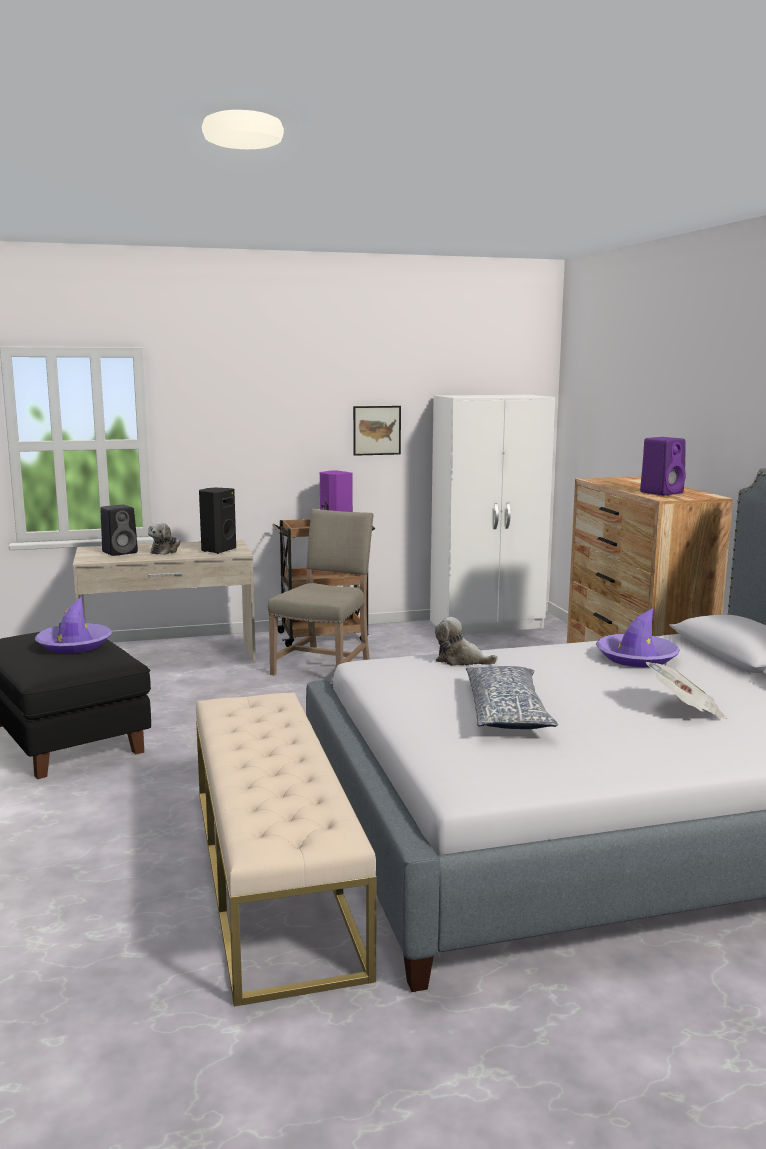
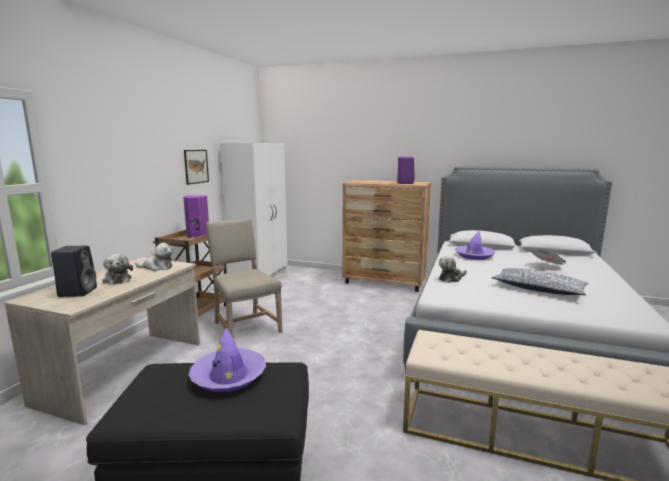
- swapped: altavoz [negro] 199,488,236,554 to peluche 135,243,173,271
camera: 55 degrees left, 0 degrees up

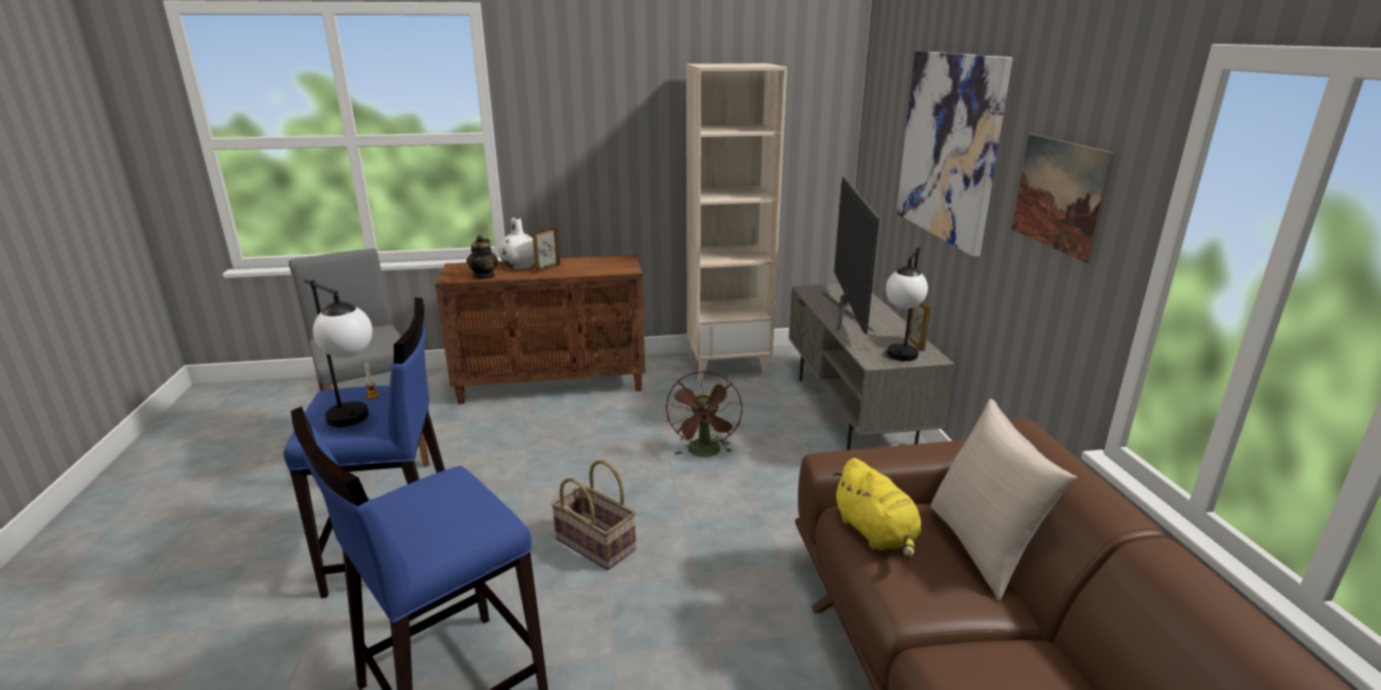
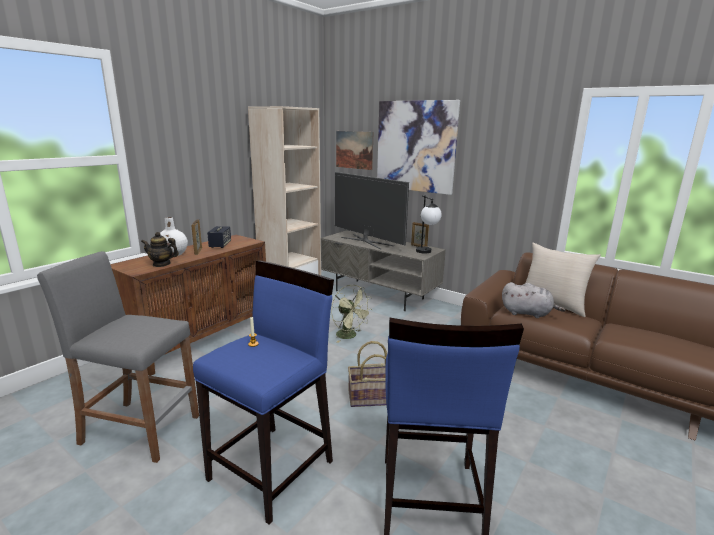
- rotated: tetera 467,235,498,279 = 141,232,179,267 135 degrees clockwise
- new: altavoz 207,226,231,248
- repainted: ventilador [marrón] 666,371,742,457 to ventilador [verde] 331,285,373,343
- shifted: cuadro 1012,134,1115,263 to 336,131,373,170
- repainted: peluche [amarillo] 833,458,921,559 to peluche [gris] 502,282,565,318
- gone: lámpara de mesa 304,279,372,427
camera: 45 degrees left, 5 degrees down

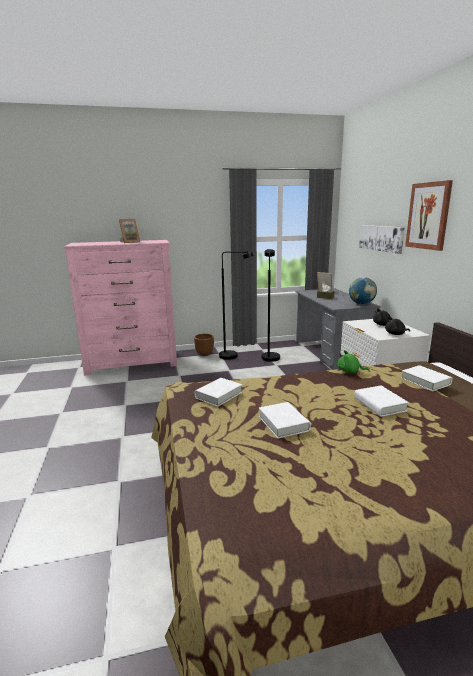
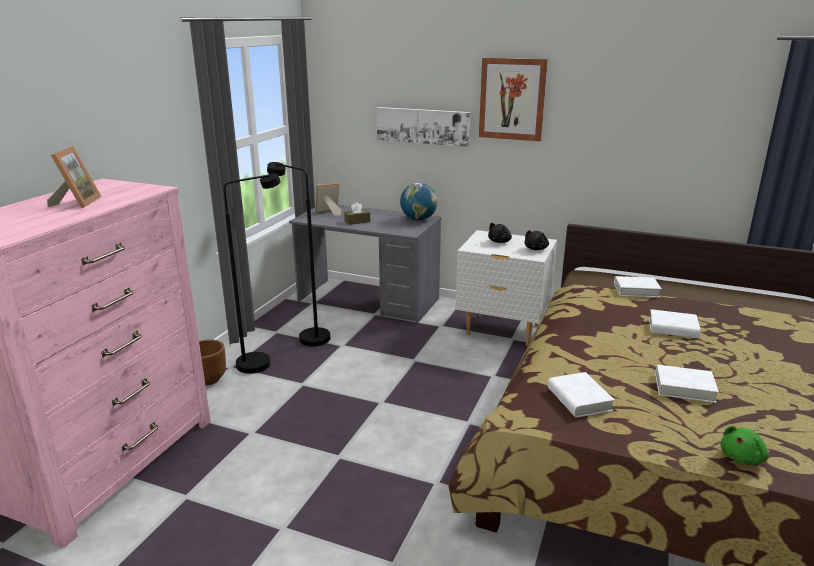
- shifted: peluche [verde] 338,350,370,373 to 720,426,769,465
camera: 55 degrees left, 5 degrees up

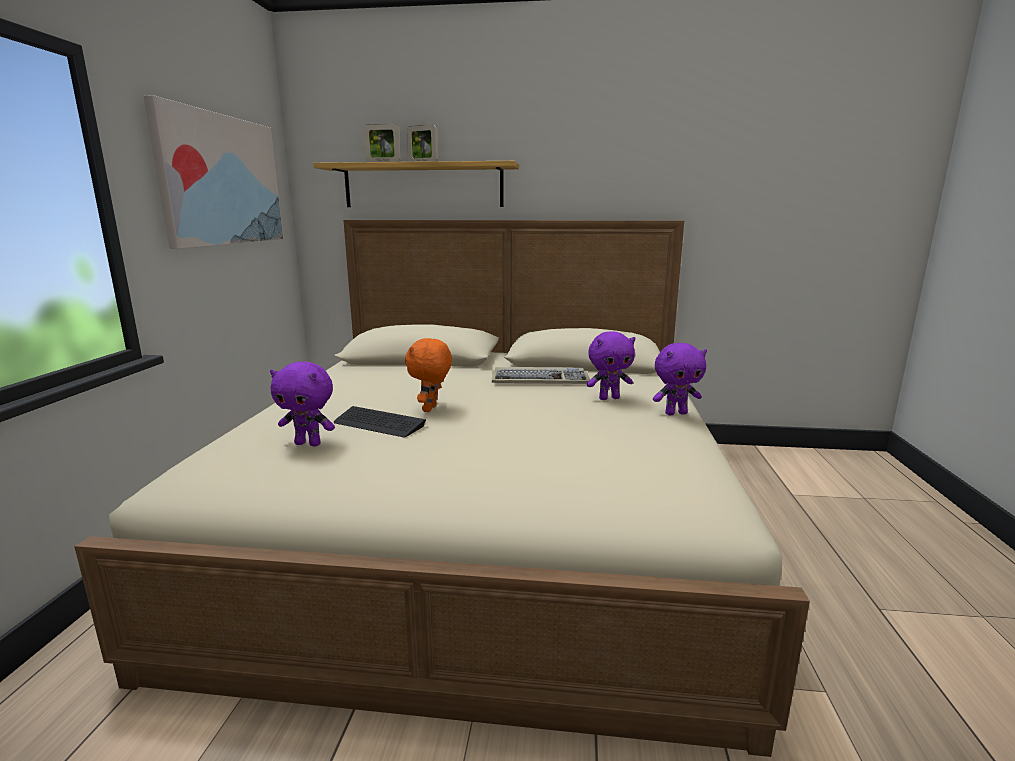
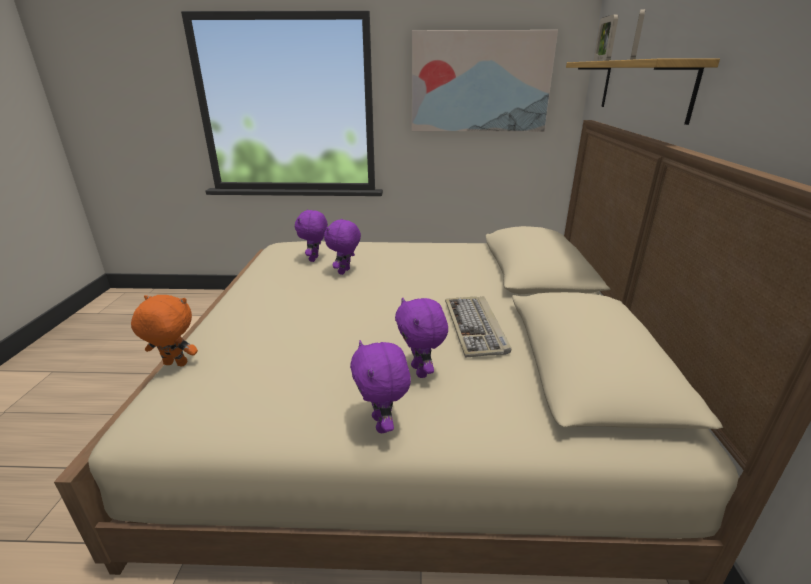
- shifted: peluche [naranja] 405,338,452,412 to 131,295,198,366
- swapped: teclado 334,406,426,437 to peluche [morado] 324,219,361,275
camera: 85 degrees right, 10 degrees up

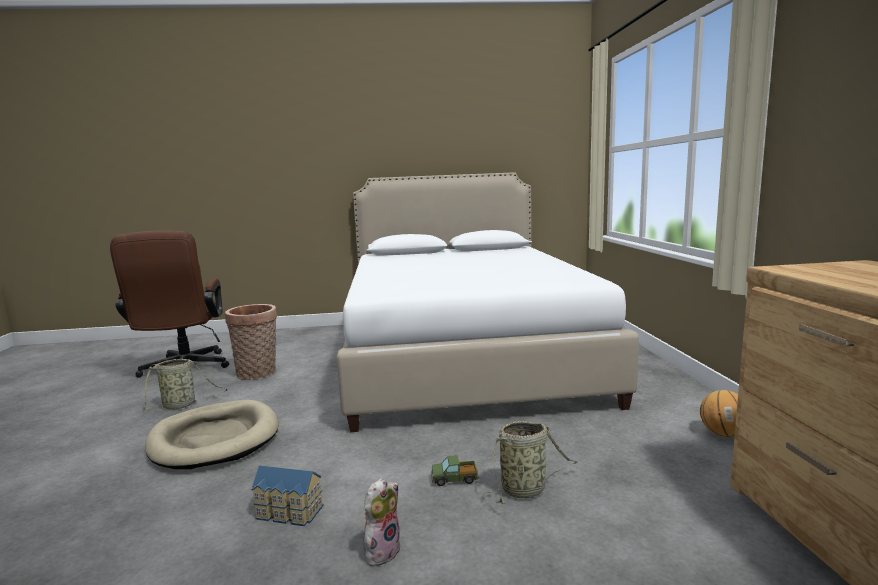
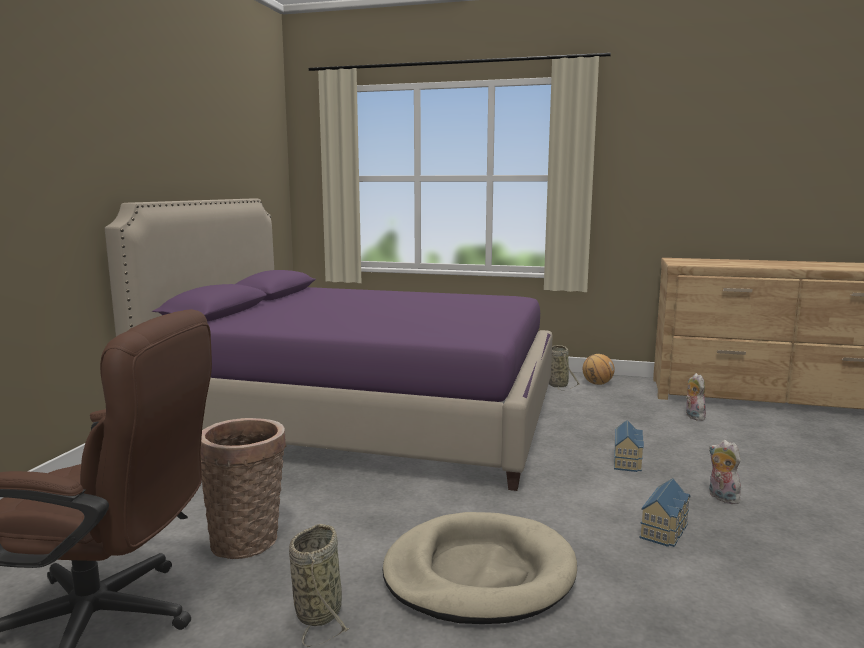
- repainted: cama [blanco] 336,172,639,432 to cama [morado] 105,198,553,491
- shifted: cesta 482,421,579,504 to 549,345,579,391
- swapped: camión de juguete 431,455,479,486 to casita 614,420,644,472
- new: peluche 686,373,706,421
camera: 70 degrees left, 0 degrees up

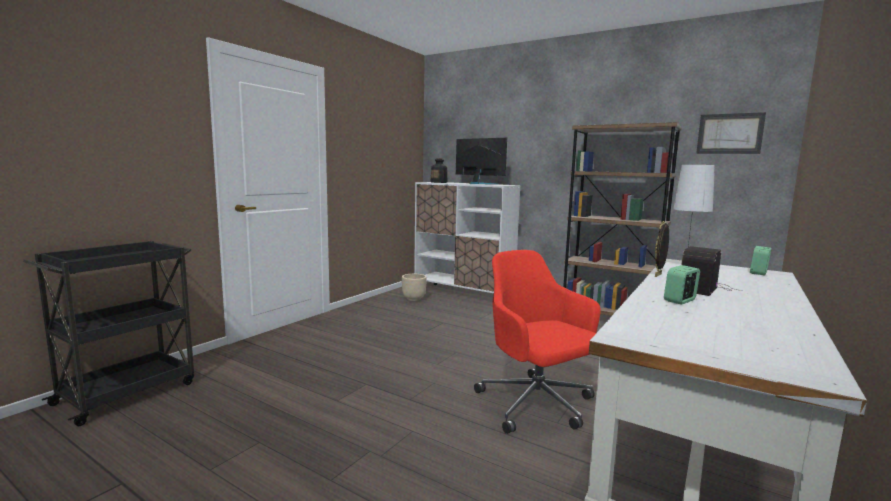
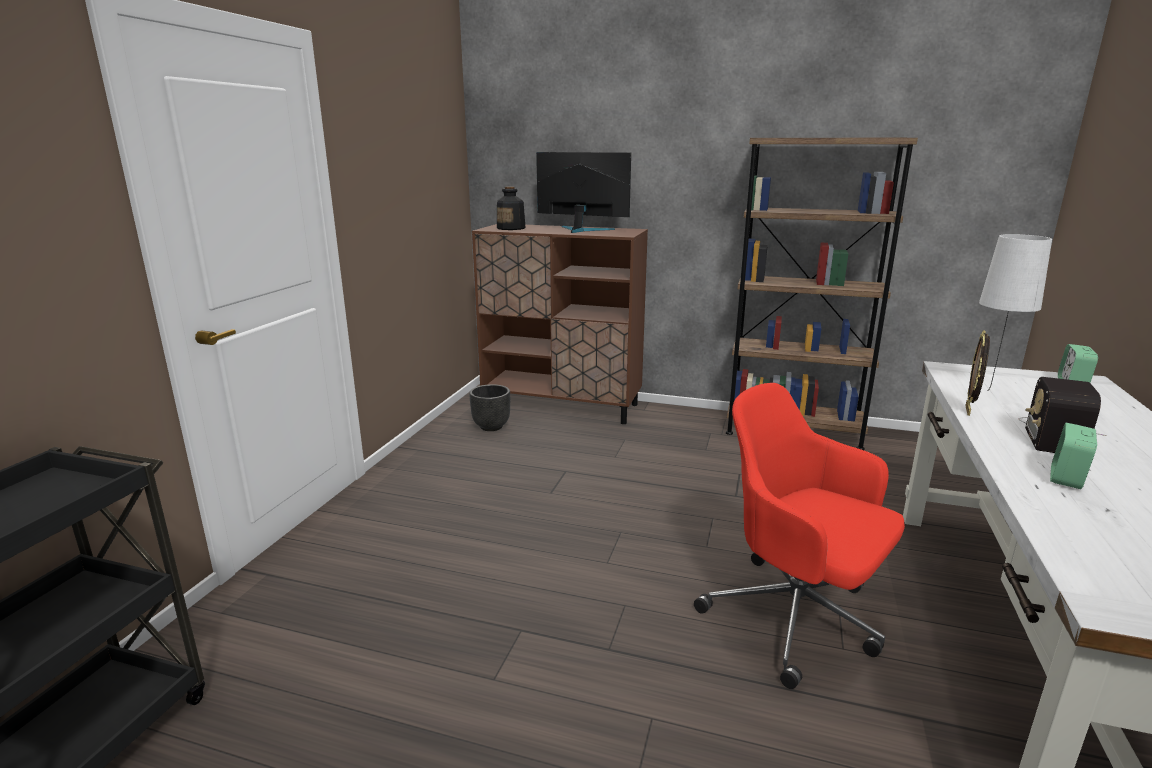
- repainted: maceta [beis] 402,274,427,301 to maceta [negro] 469,384,510,431
- repainted: armario [blanco] 414,182,520,294 to armario [marrón] 472,224,648,424
- gone: cuadro 696,112,766,154
camera: 15 degrees left, 10 degrees up

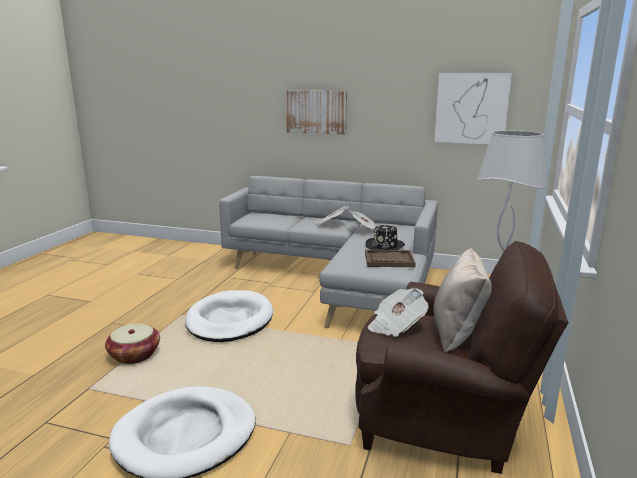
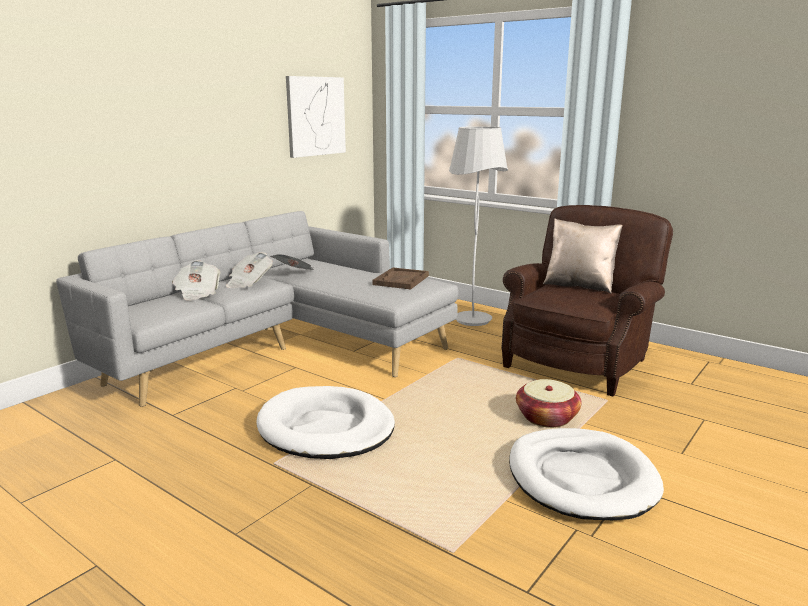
- shifted: periódico 368,288,429,337 to 172,260,221,301
- shifted: cesta 105,324,160,364 to 516,379,582,428
- gone: cuadro 286,90,347,135
- gone: sombrero [negro] 366,224,405,250
camera: 70 degrees left, 0 degrees up

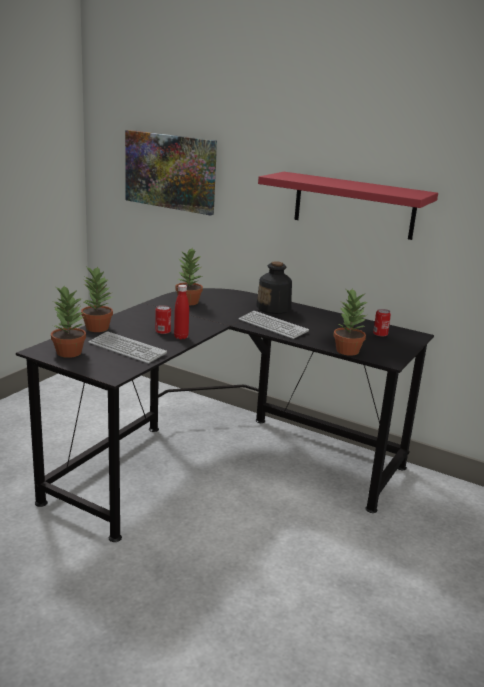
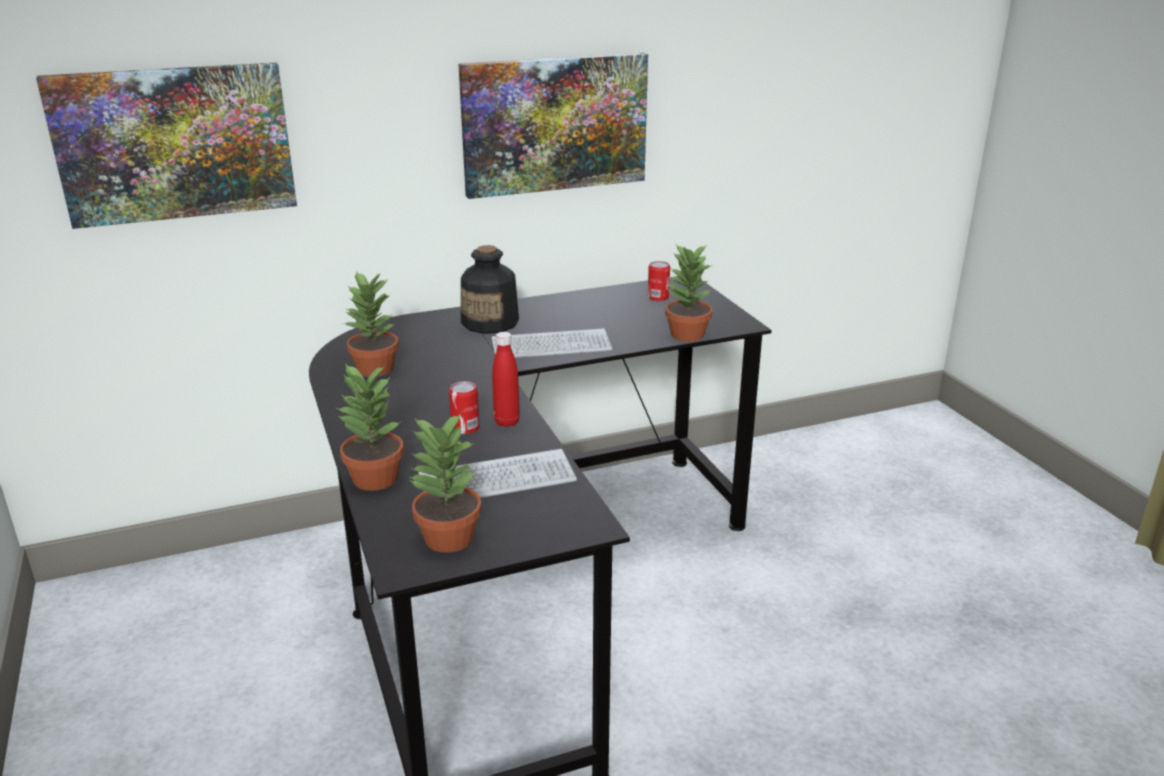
- swapped: estante [rojo] 258,172,438,240 to cuadro 458,53,648,199
camera: 50 degrees left, 5 degrees up

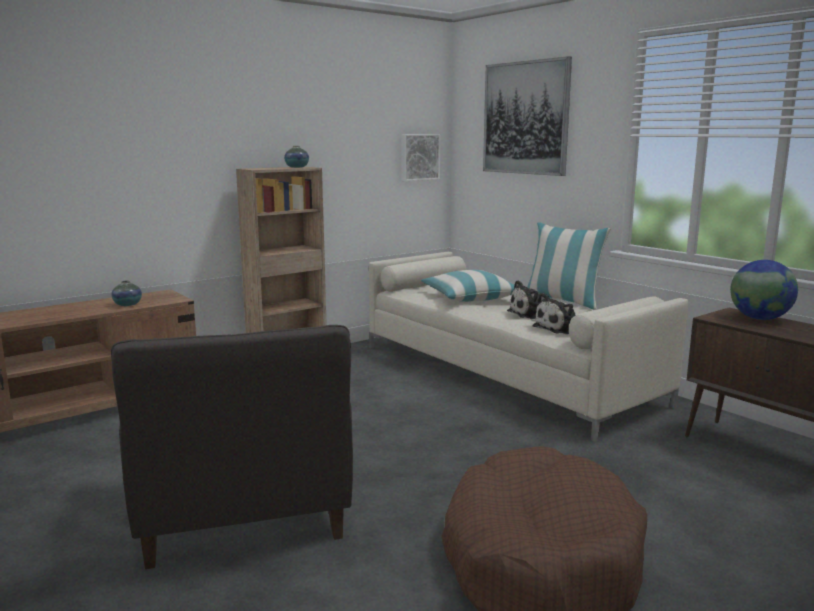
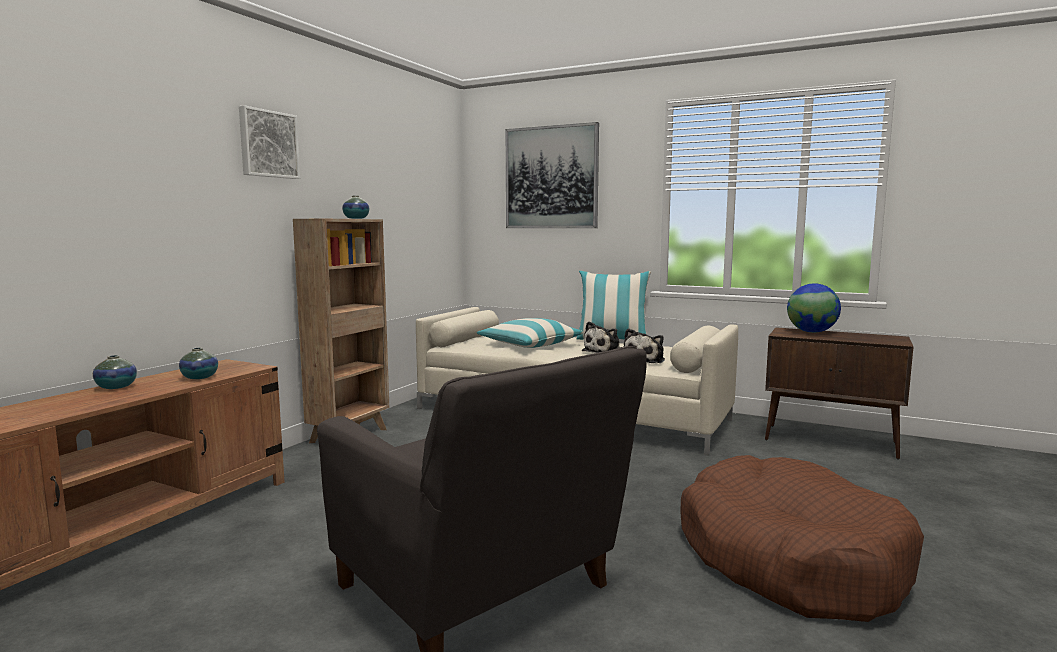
- new: florero 93,355,137,389
- shifted: cuadro 401,134,440,181 to 239,105,300,179
camera: 25 degrees left, 5 degrees down

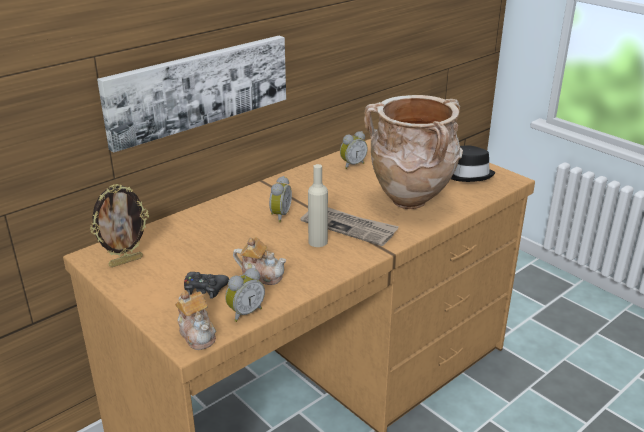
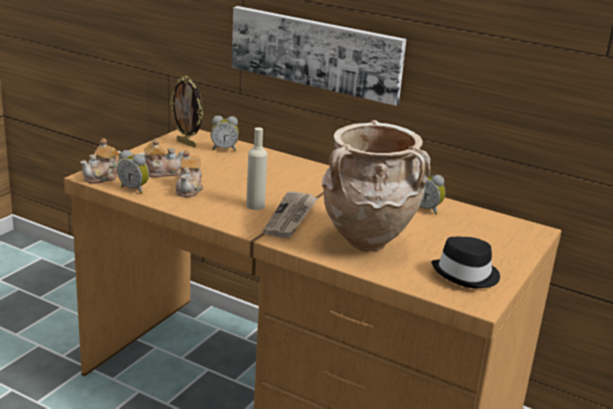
- swapped: mando de consola [negro] 184,272,229,299 to tetera 139,138,184,177
- shifted: despertador 269,176,292,222 to 211,116,239,151
camera: 70 degrees right, 5 degrees down

